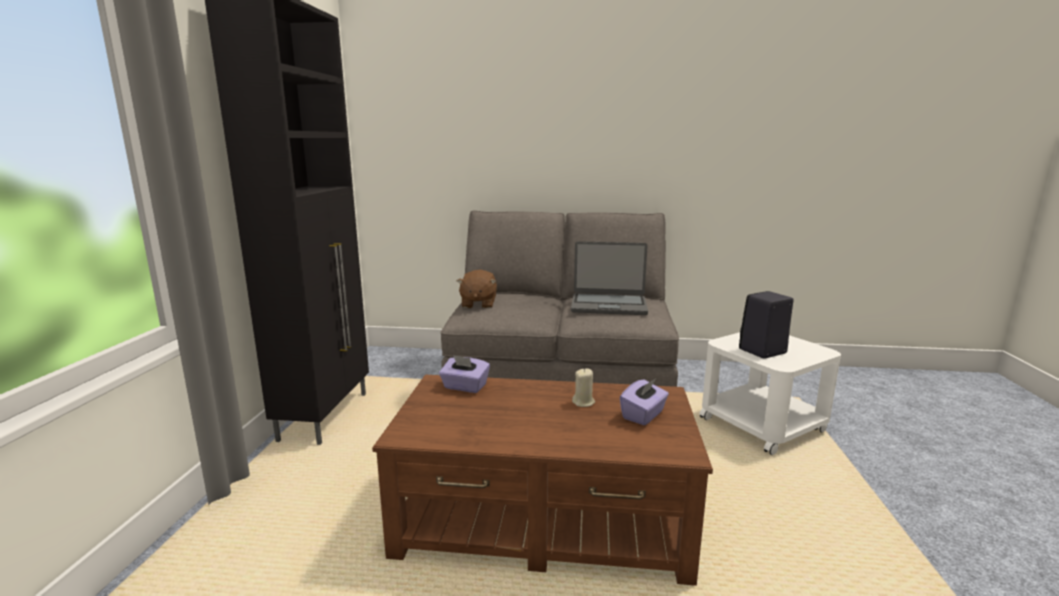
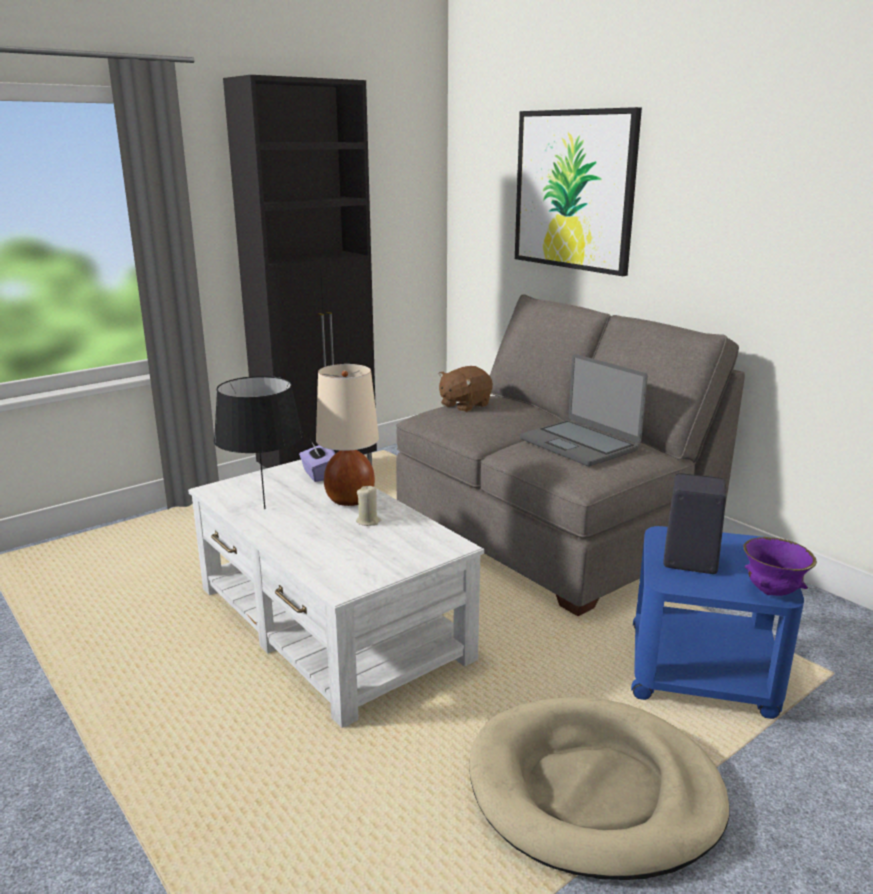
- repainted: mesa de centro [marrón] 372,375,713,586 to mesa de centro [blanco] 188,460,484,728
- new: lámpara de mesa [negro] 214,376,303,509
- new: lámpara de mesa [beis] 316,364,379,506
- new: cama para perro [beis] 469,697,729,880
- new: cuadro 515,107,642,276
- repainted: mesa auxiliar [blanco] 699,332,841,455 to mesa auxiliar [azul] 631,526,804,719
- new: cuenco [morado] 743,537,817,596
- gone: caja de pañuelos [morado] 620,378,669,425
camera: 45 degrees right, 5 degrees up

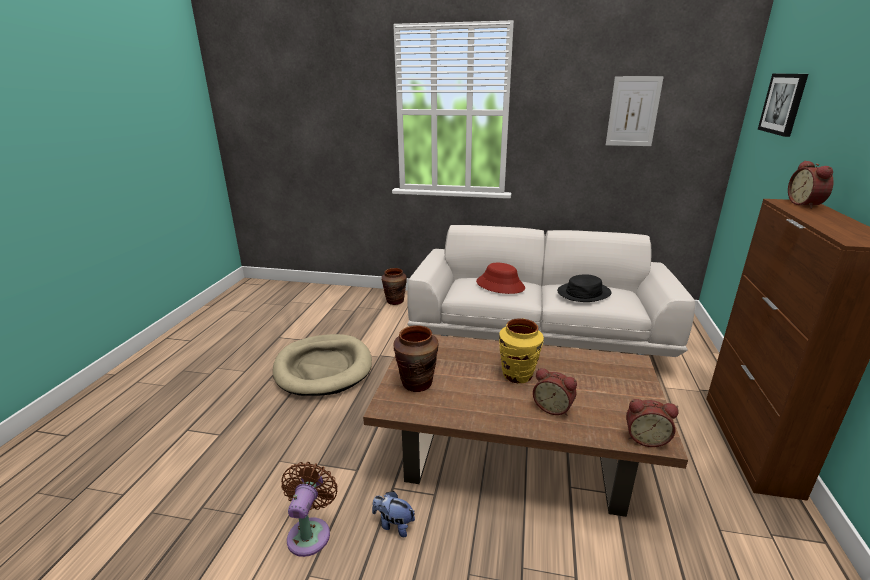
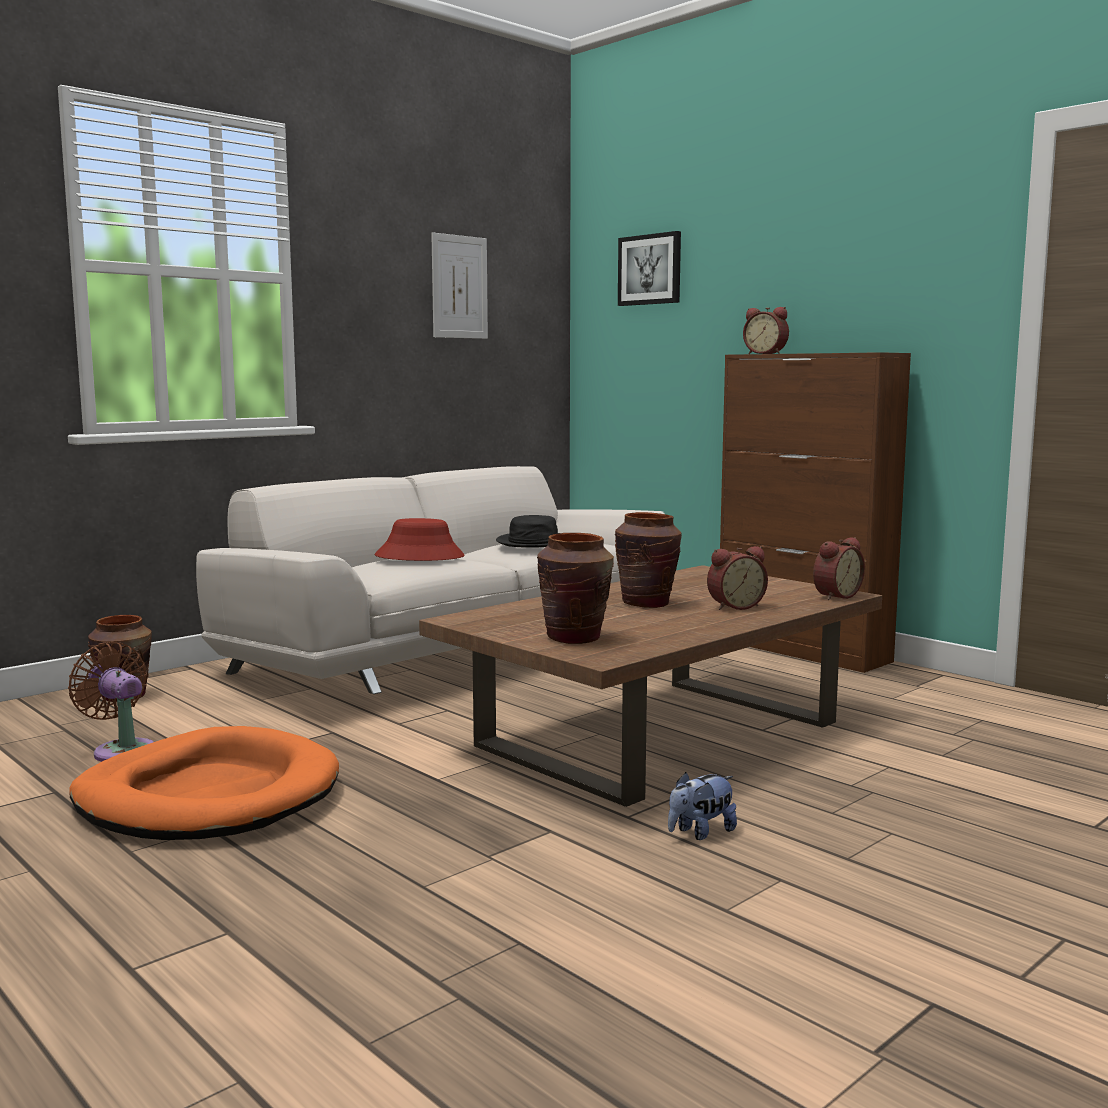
- shifted: ventilador [marrón] 281,462,337,557 to 68,642,154,762
- repainted: cama para perro [beis] 273,334,372,396 to cama para perro [naranja] 69,726,339,840
- repainted: florero [amarillo] 499,318,544,384 to florero [marrón] 615,512,682,608
camera: 55 degrees left, 15 degrees down

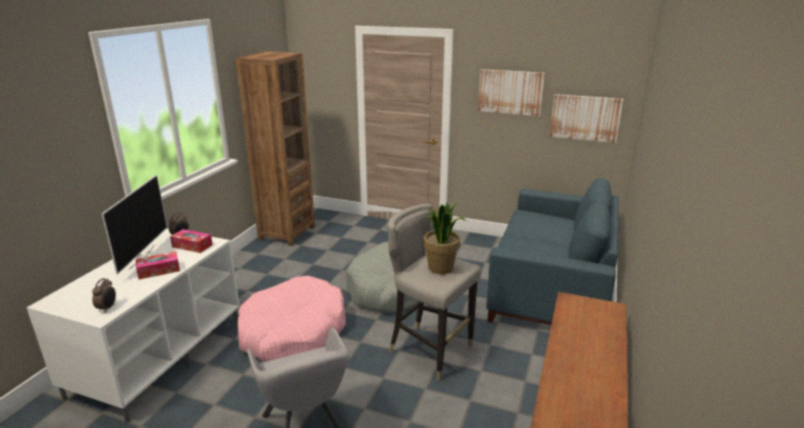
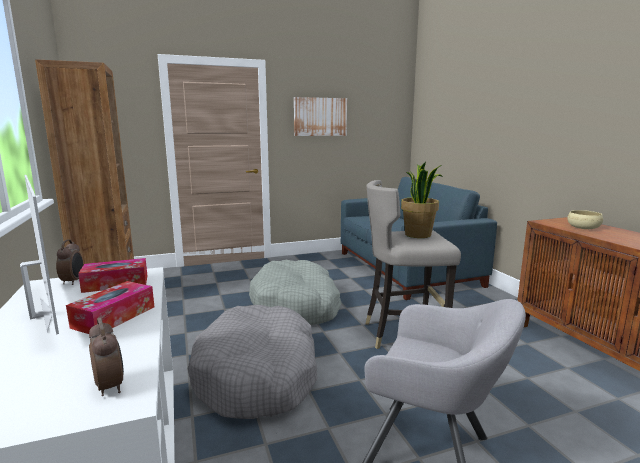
- repainted: cama para perro [rosa] 238,276,345,362 to cama para perro [gris] 188,305,317,419
- new: cuenco [beis] 567,210,603,229
- gone: cuadro 549,94,623,143
camera: 40 degrees left, 10 degrees down

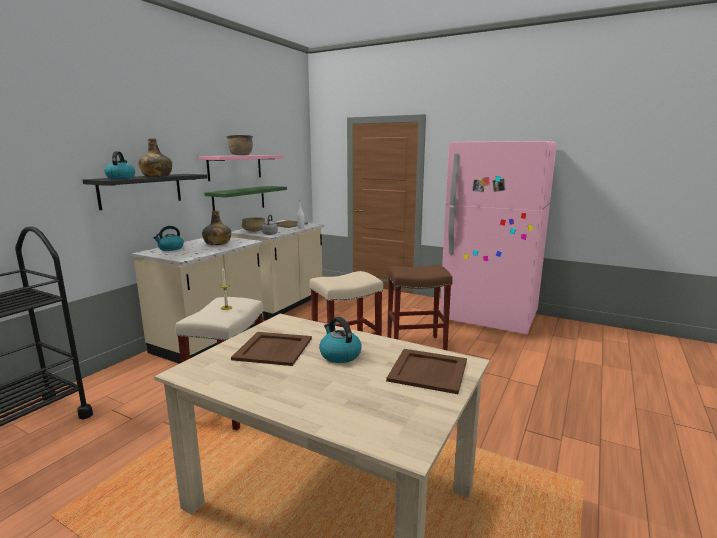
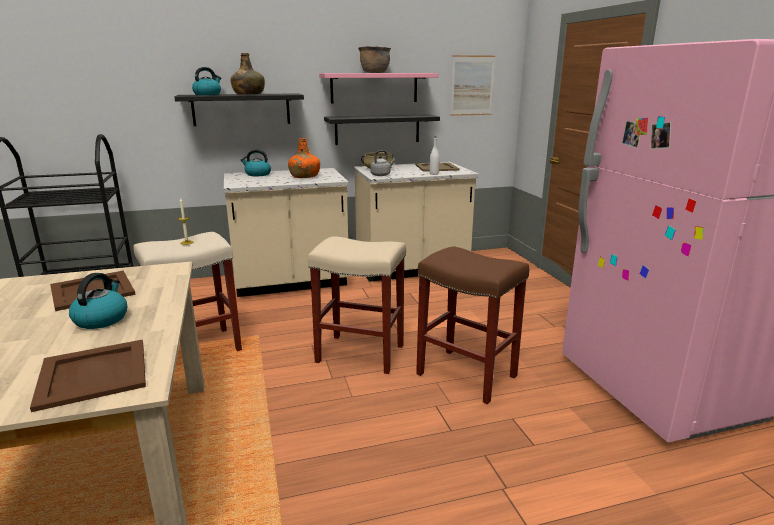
- repainted: botella [verde] 202,211,231,245 to botella [naranja] 288,138,320,178
- repainted: estante [verde] 204,186,287,211 to estante [negro] 324,114,440,145
- new: cuadro 450,55,495,116
camera: 45 degrees right, 5 degrees up

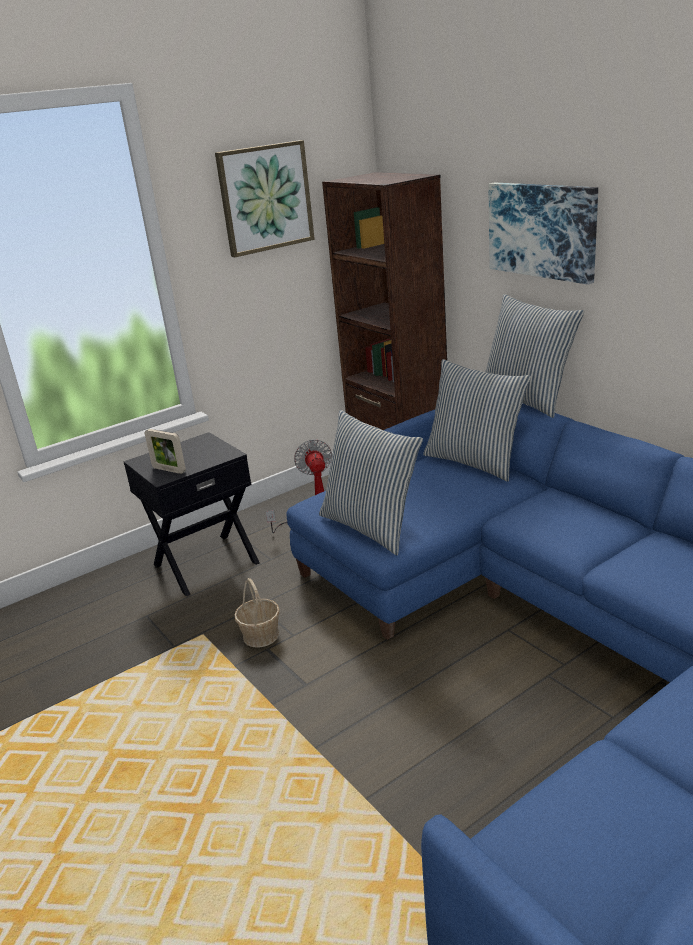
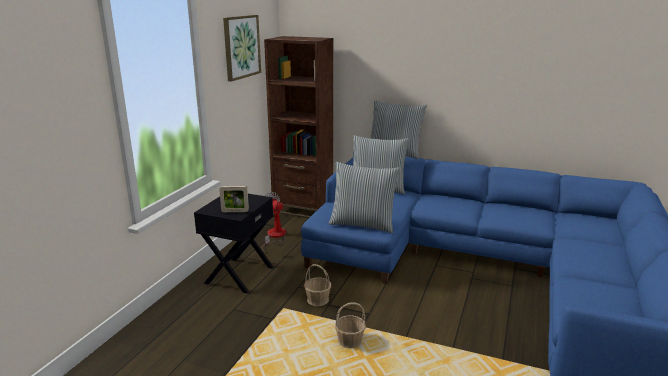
- new: cesta 335,303,366,348
- gone: cuadro 488,183,598,285
camera: 35 degrees left, 5 degrees down

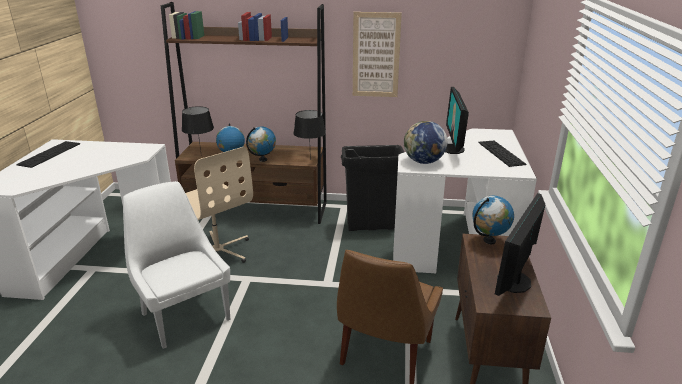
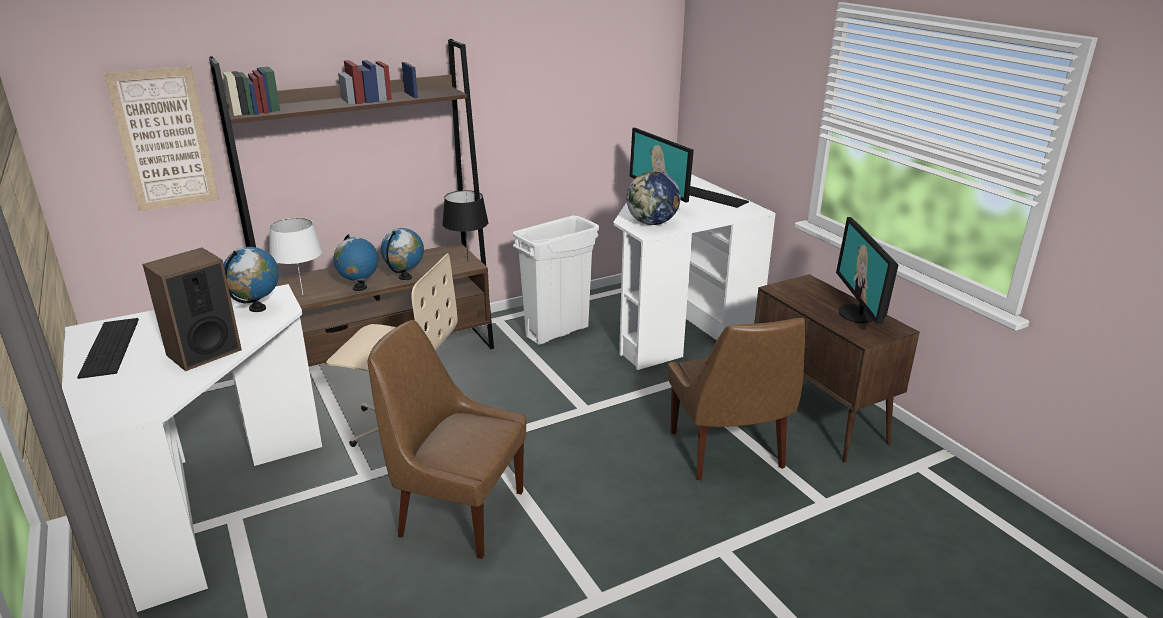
- shifted: cuadro 353,12,402,97 to 104,66,219,211
- new: altavoz 142,248,242,371
- shifted: globo terráqueo 472,196,514,244 to 223,247,279,312
- repainted: lámpara de mesa [negro] 182,106,214,151 to lámpara de mesa [blanco] 269,218,322,294
- repainted: silla [blanco] 123,181,230,349 to silla [marrón] 368,320,526,559
- repainted: papelera [negro] 341,145,404,231 to papelera [blanco] 513,215,599,345
camera: 35 degrees left, 0 degrees up

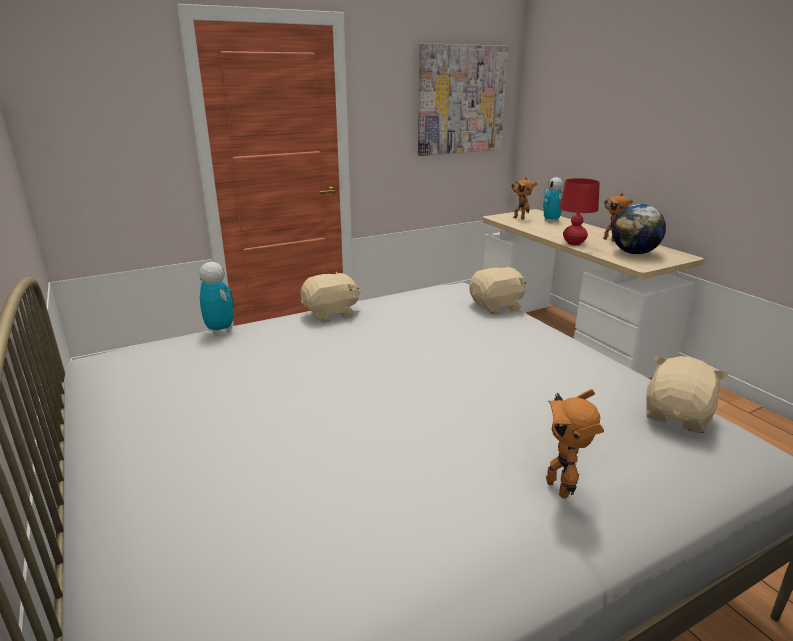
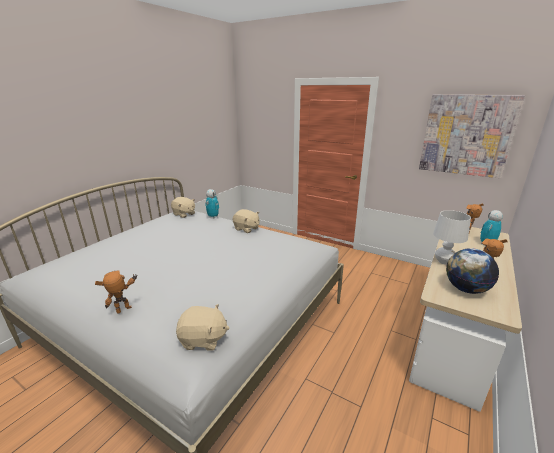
- shifted: peluche [beis] 470,266,526,314 to 171,197,195,218
- repainted: lámpara de mesa [rojo] 559,178,600,245 to lámpara de mesa [blanco] 433,210,471,264
camera: 60 degrees right, 0 degrees up

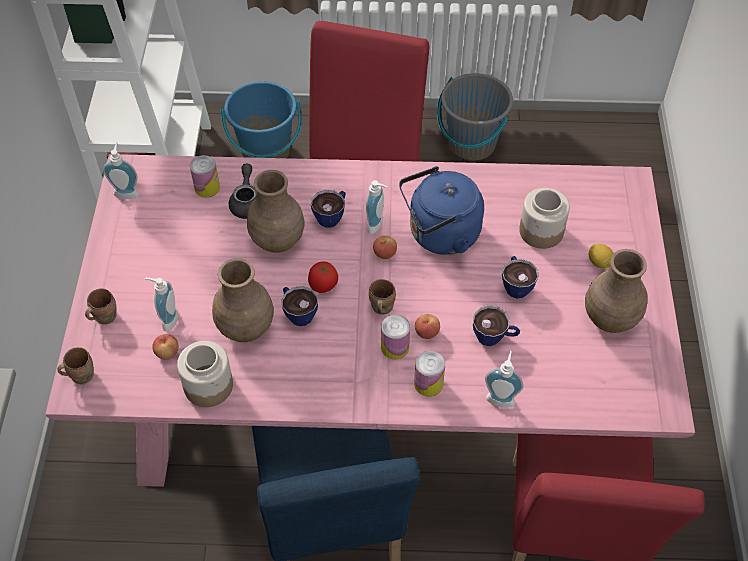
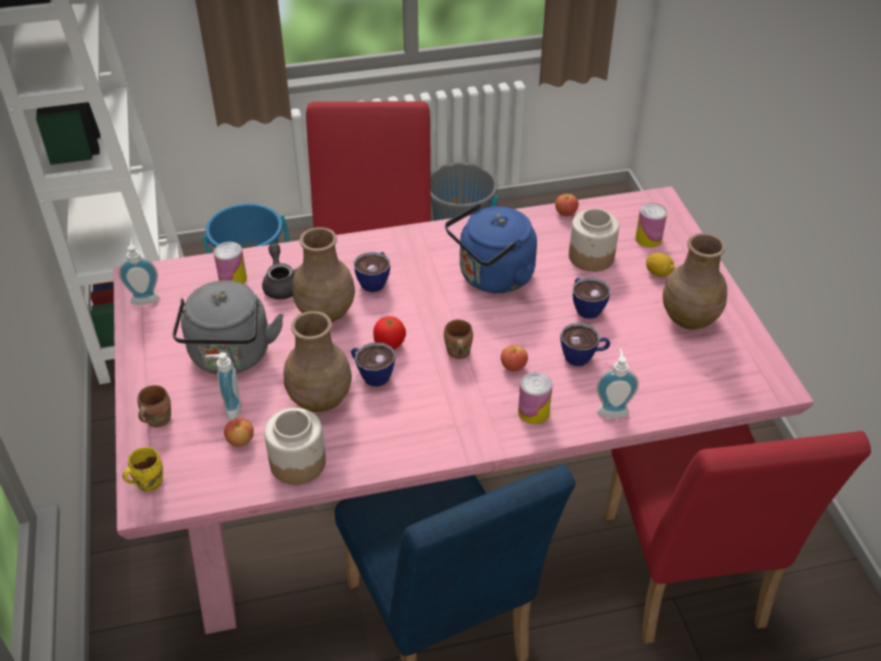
- repainted: taza grande [marrón] 58,347,94,384 to taza grande [amarillo] 123,447,163,492
- new: hervidor [gris] 173,280,284,374
- shifted: manzana 373,236,397,259 to 555,194,579,216
- shifted: lata 381,314,410,359 to 635,203,667,248
- gone: dispensador de jabón 366,180,388,234
camera: 15 degrees left, 10 degrees down

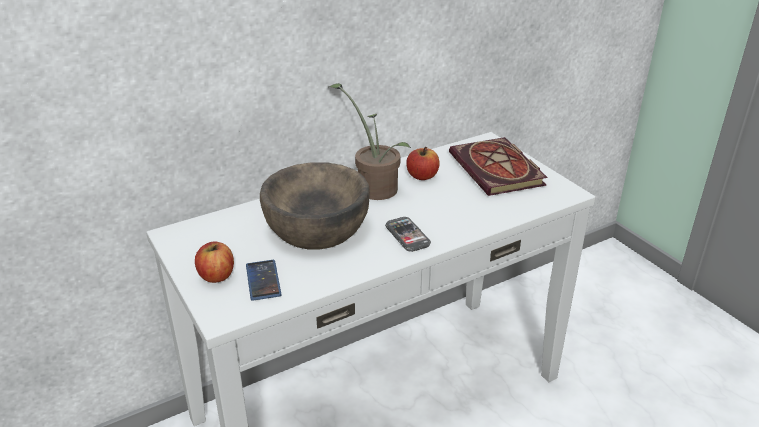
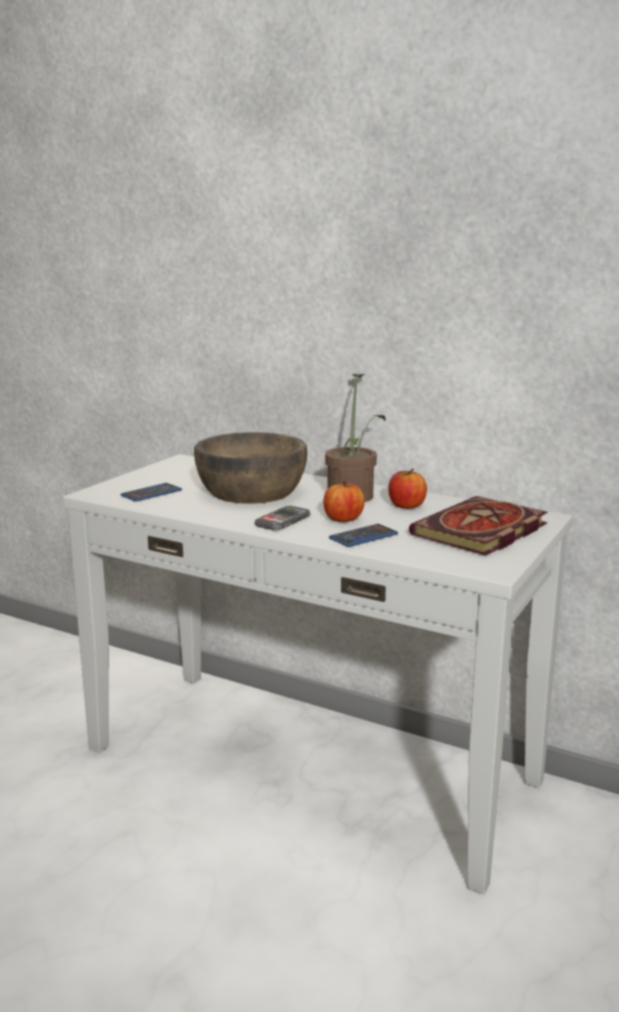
- shifted: manzana 195,241,234,283 to 324,481,365,522
- new: móvil 329,524,398,547
camera: 60 degrees right, 15 degrees down

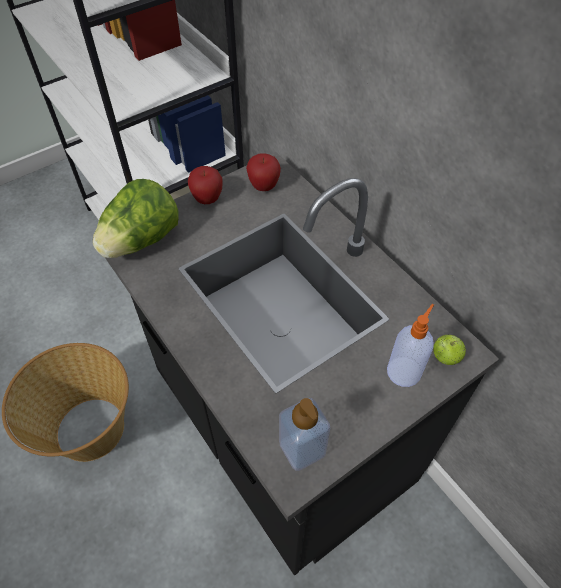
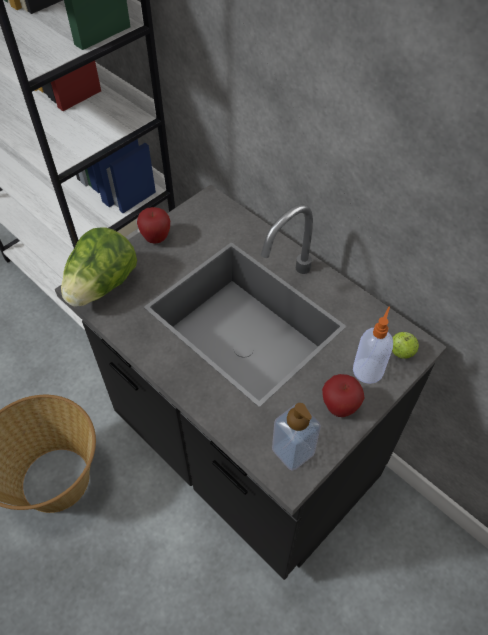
- shifted: manzana 246,153,281,191 to 322,374,365,417
camera: 10 degrees left, 0 degrees up

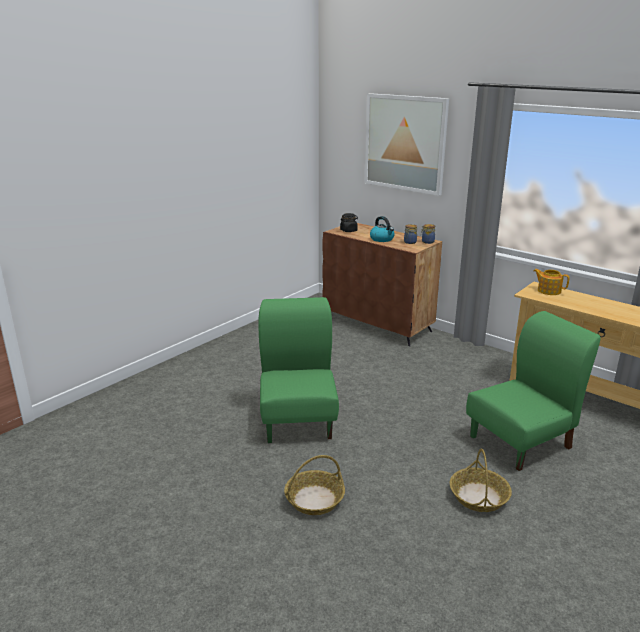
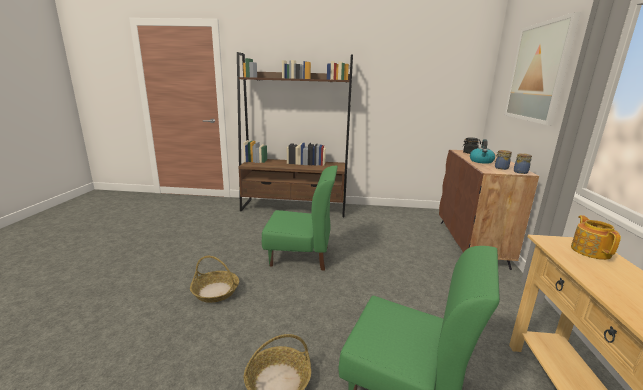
- new: estantería [marrón] 237,52,353,217
- rotated: silla [verde] 258,297,339,443 = 262,166,338,271 45 degrees clockwise
camera: 55 degrees right, 5 degrees down

